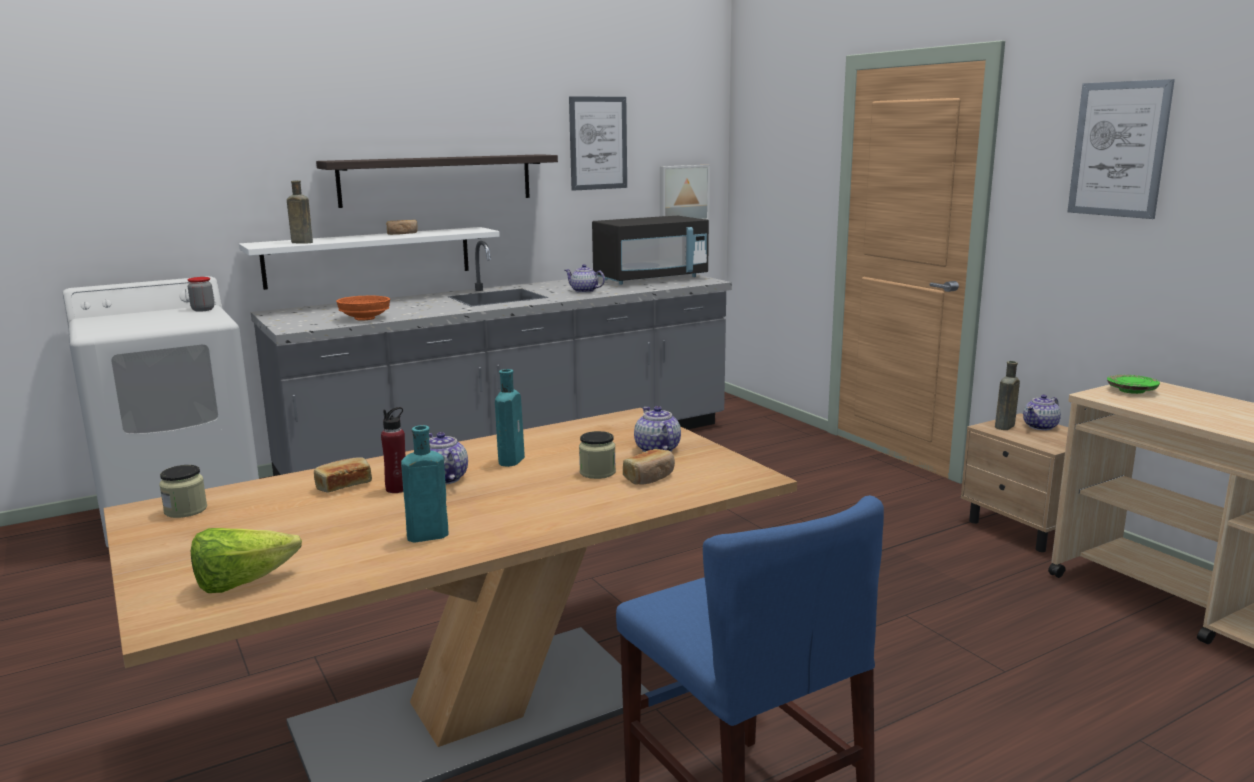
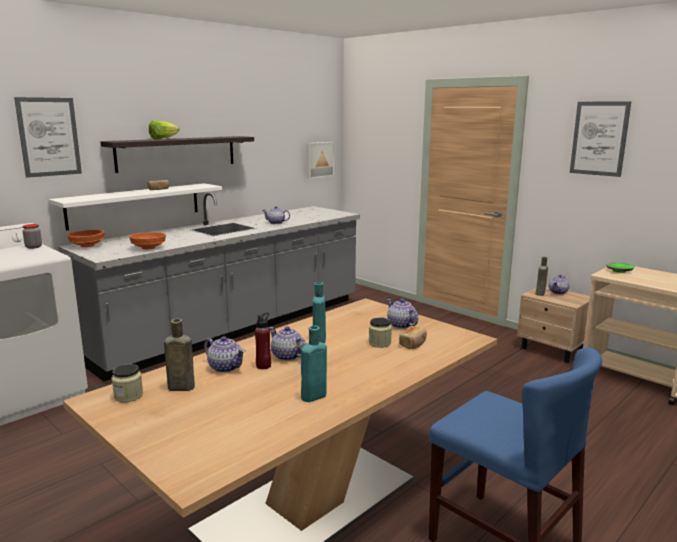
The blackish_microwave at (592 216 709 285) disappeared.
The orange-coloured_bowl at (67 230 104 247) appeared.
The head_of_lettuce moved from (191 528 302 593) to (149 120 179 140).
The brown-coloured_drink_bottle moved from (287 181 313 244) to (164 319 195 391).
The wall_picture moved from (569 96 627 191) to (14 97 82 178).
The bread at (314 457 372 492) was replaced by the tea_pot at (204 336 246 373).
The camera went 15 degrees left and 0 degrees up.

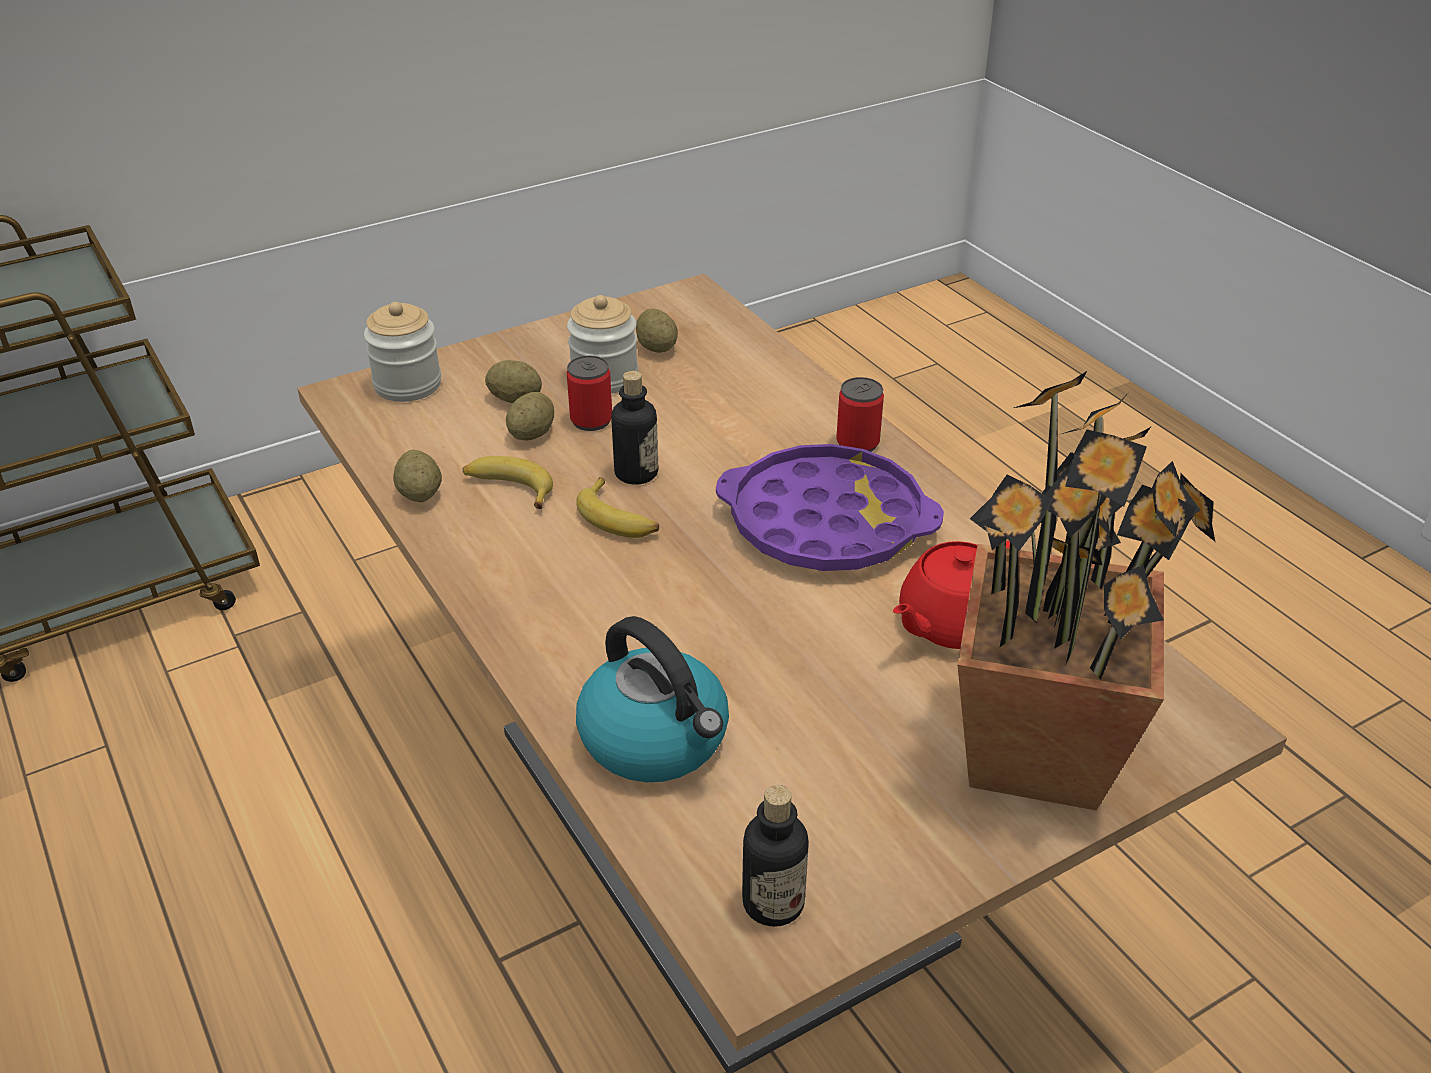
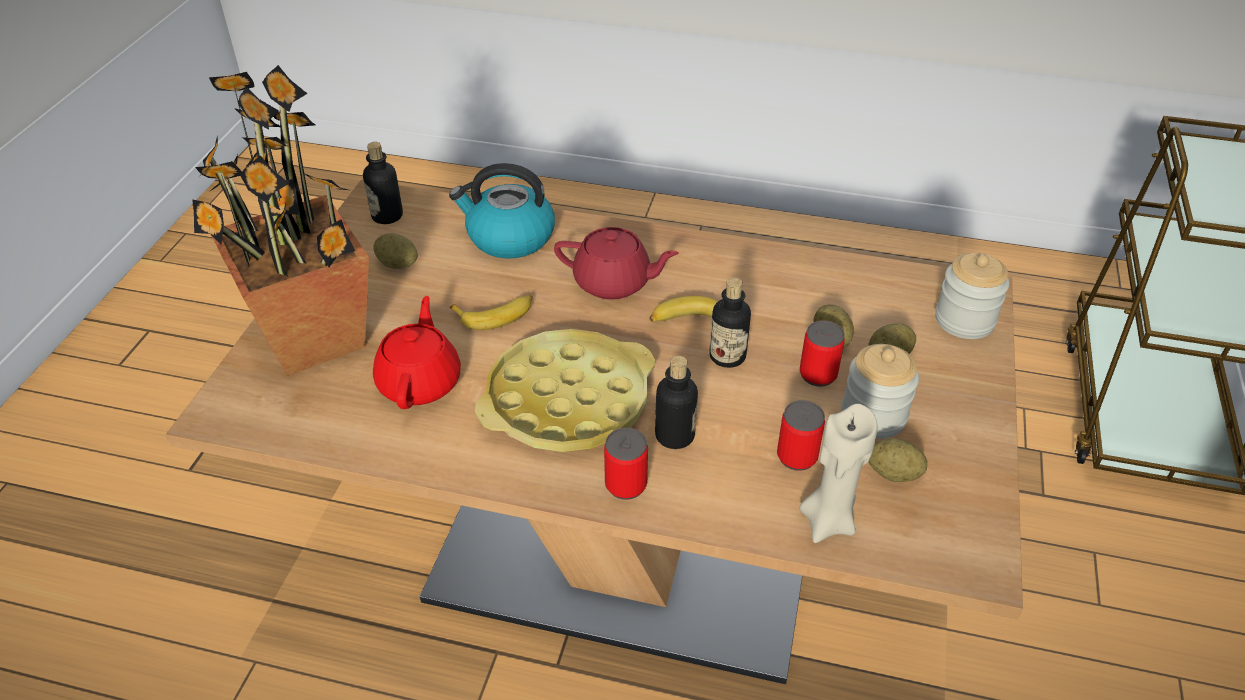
The reddish_tea_pot at (554 227 679 300) appeared.
The drink_bottle at (655 356 698 449) appeared.
The can at (777 400 825 471) appeared.
The sand-coloured_candle at (799 404 877 543) appeared.
The potato moved from (393 450 442 502) to (373 233 418 269).
The whole_banana moved from (463 456 553 509) to (450 295 532 330).
The purple_carrying_tray at (716 444 944 571) became the yellowish_carrying_tray at (475 329 655 452).
The camera went 135 degrees right and 5 degrees up.

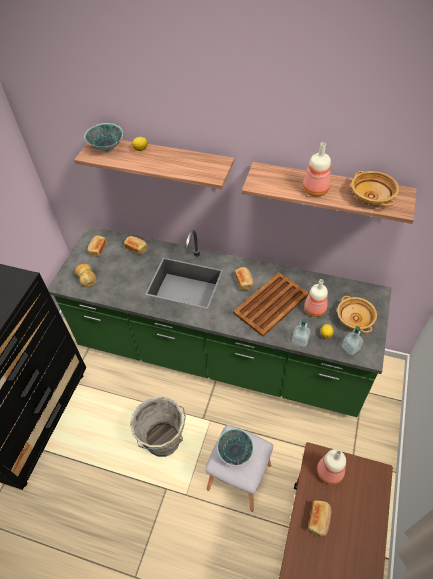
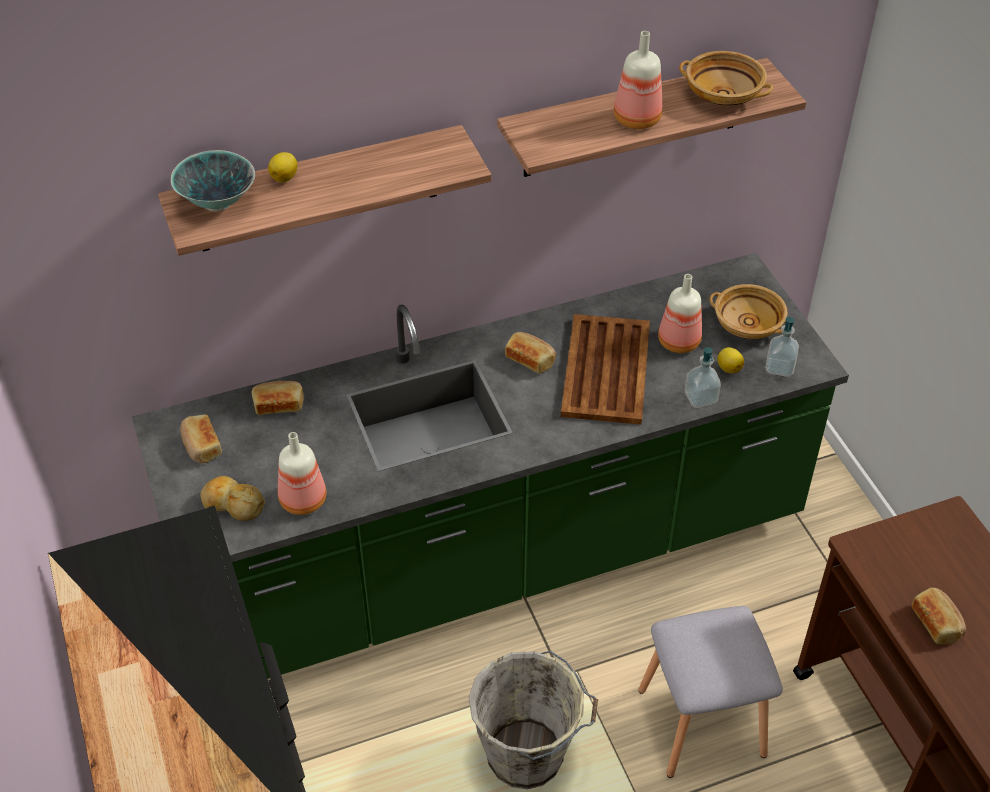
The bowl at (217 428 254 466) disappeared.
The drink_bottle moved from (317 449 346 485) to (278 432 326 515).
The camera went 40 degrees left and 5 degrees down.

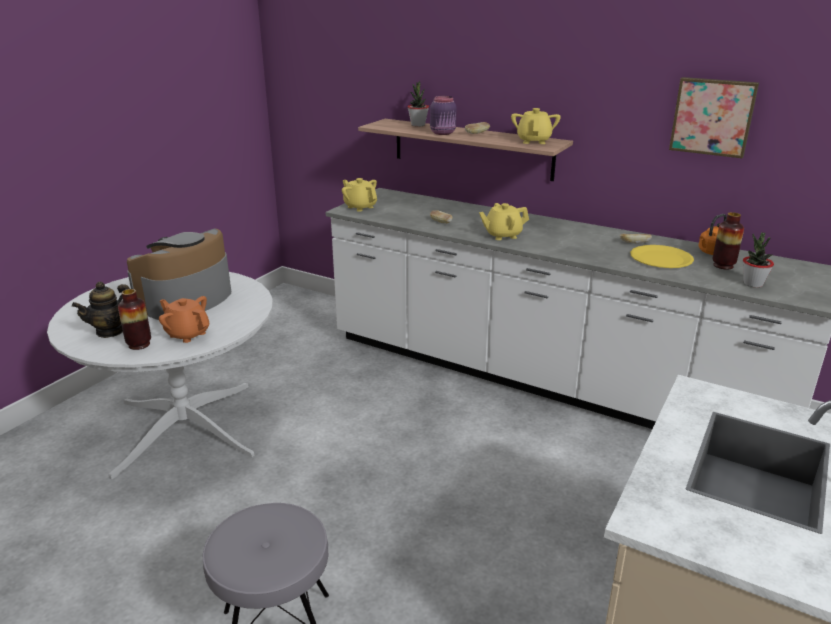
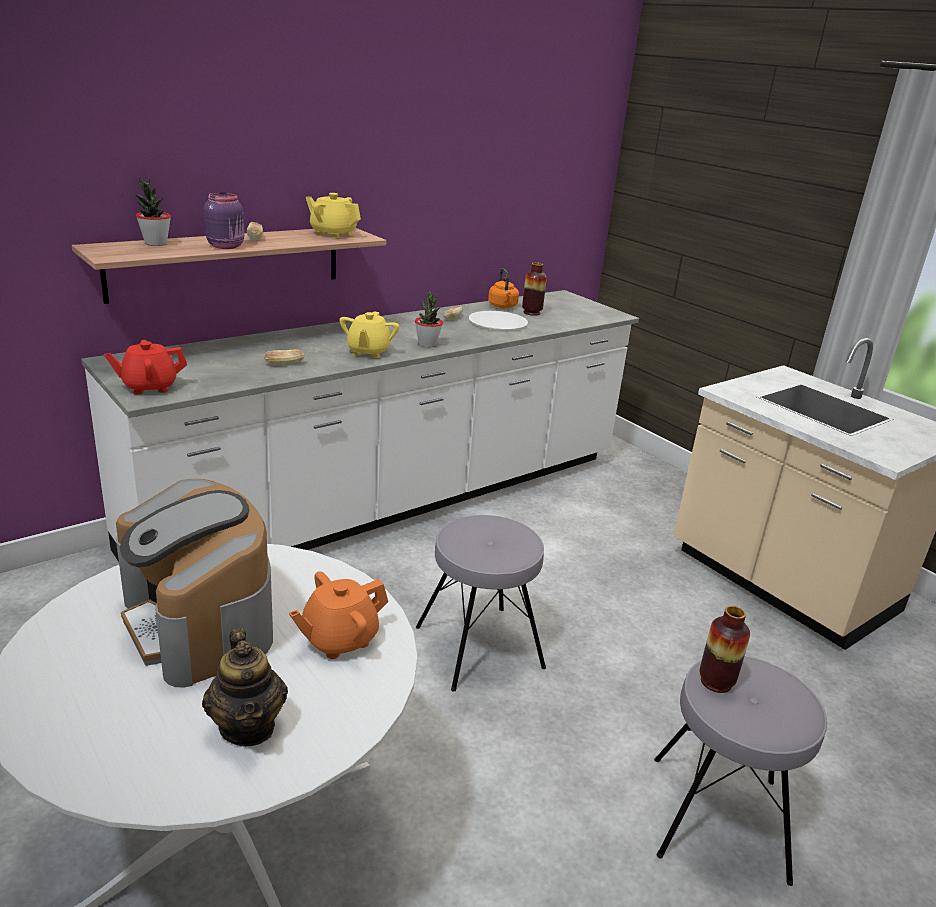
The wall_picture at (669 77 759 158) disappeared.
The greyish_stool_seat at (416 515 546 692) appeared.
The decorative_vase moved from (118 289 151 350) to (699 606 750 693).
The houseplant moved from (743 232 774 288) to (415 292 443 347).
The yellowish_tea_pot at (342 178 377 212) became the reddish_tea_pot at (104 340 187 395).
The yellowish_plate at (630 245 694 268) became the white_plate at (469 311 528 330).
The camera went 70 degrees left and 0 degrees up.

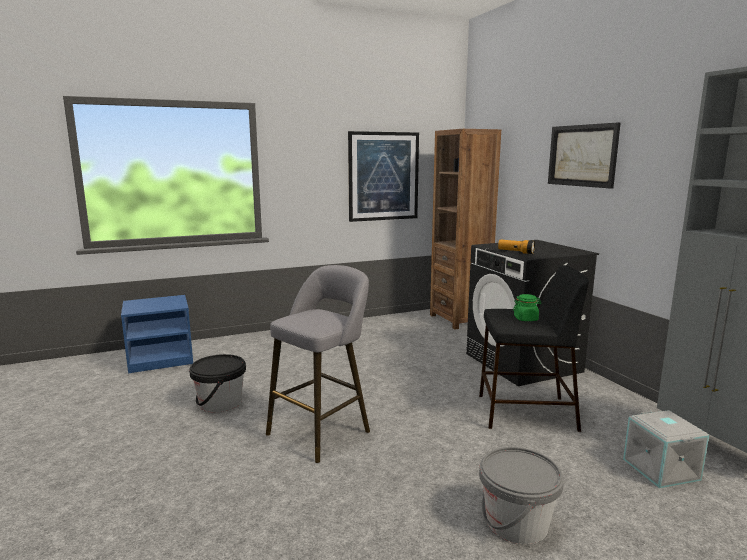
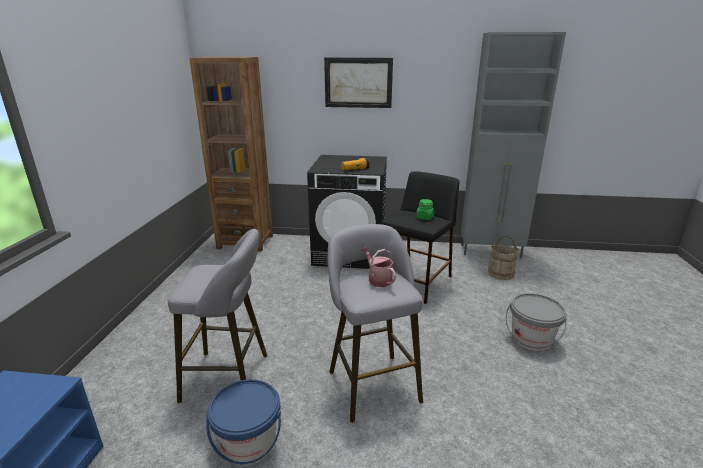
The wall_picture at (348 131 419 222) disappeared.
The greyish_stool_seat at (168 229 267 403) appeared.
The sprinkling_can at (361 246 396 287) appeared.
The greyish_storage_bin at (623 410 709 488) was replaced by the sand-coloured_pail at (488 235 520 280).
The blackish_pail at (189 354 246 412) became the blue-coloured_pail at (206 379 281 466).
The camera went 60 degrees left and 10 degrees up.

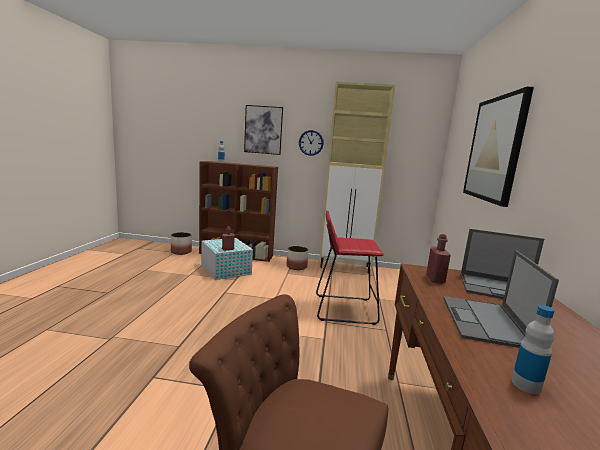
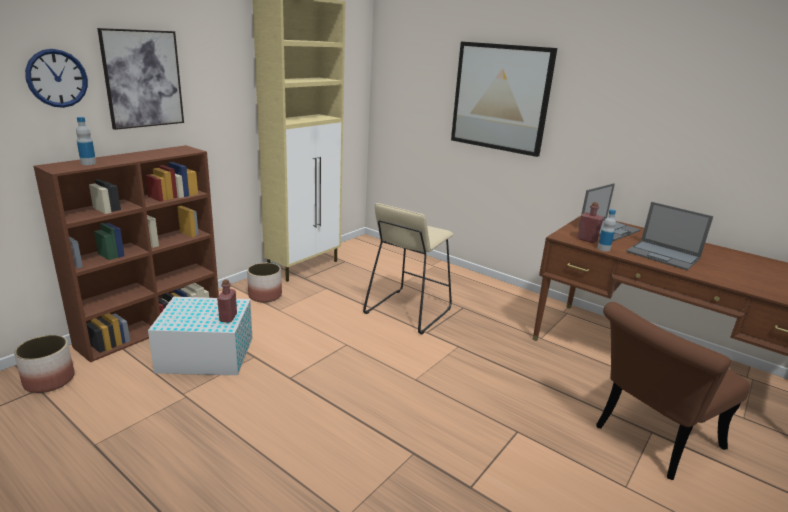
The wall_clock moved from (299 130 324 156) to (25 49 88 108).
The drink_bottle moved from (512 305 555 394) to (597 209 616 251).
The reddish_stool_seat at (316 211 384 325) became the sand-coloured_stool_seat at (363 203 453 334).
The camera went 60 degrees left and 10 degrees up.

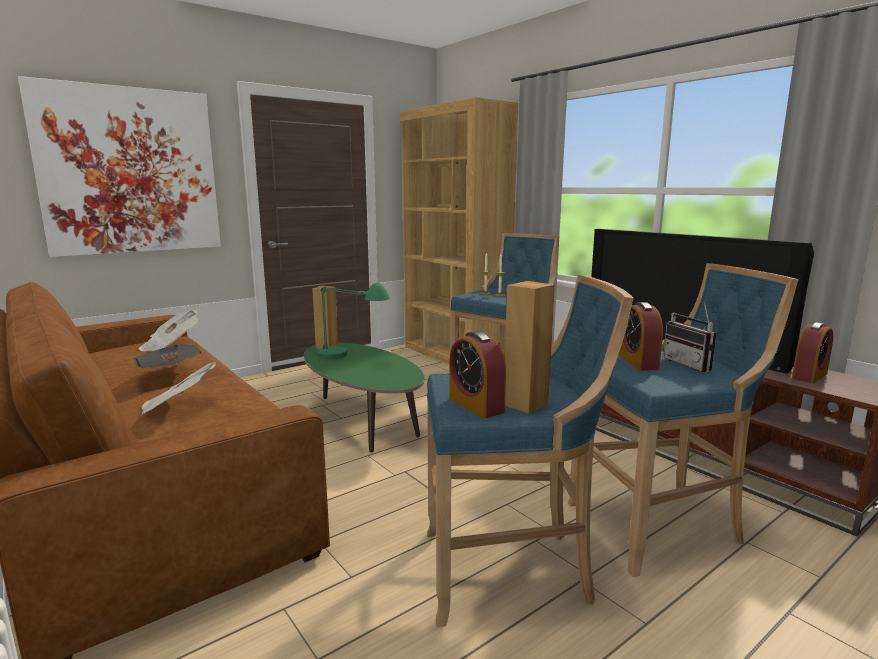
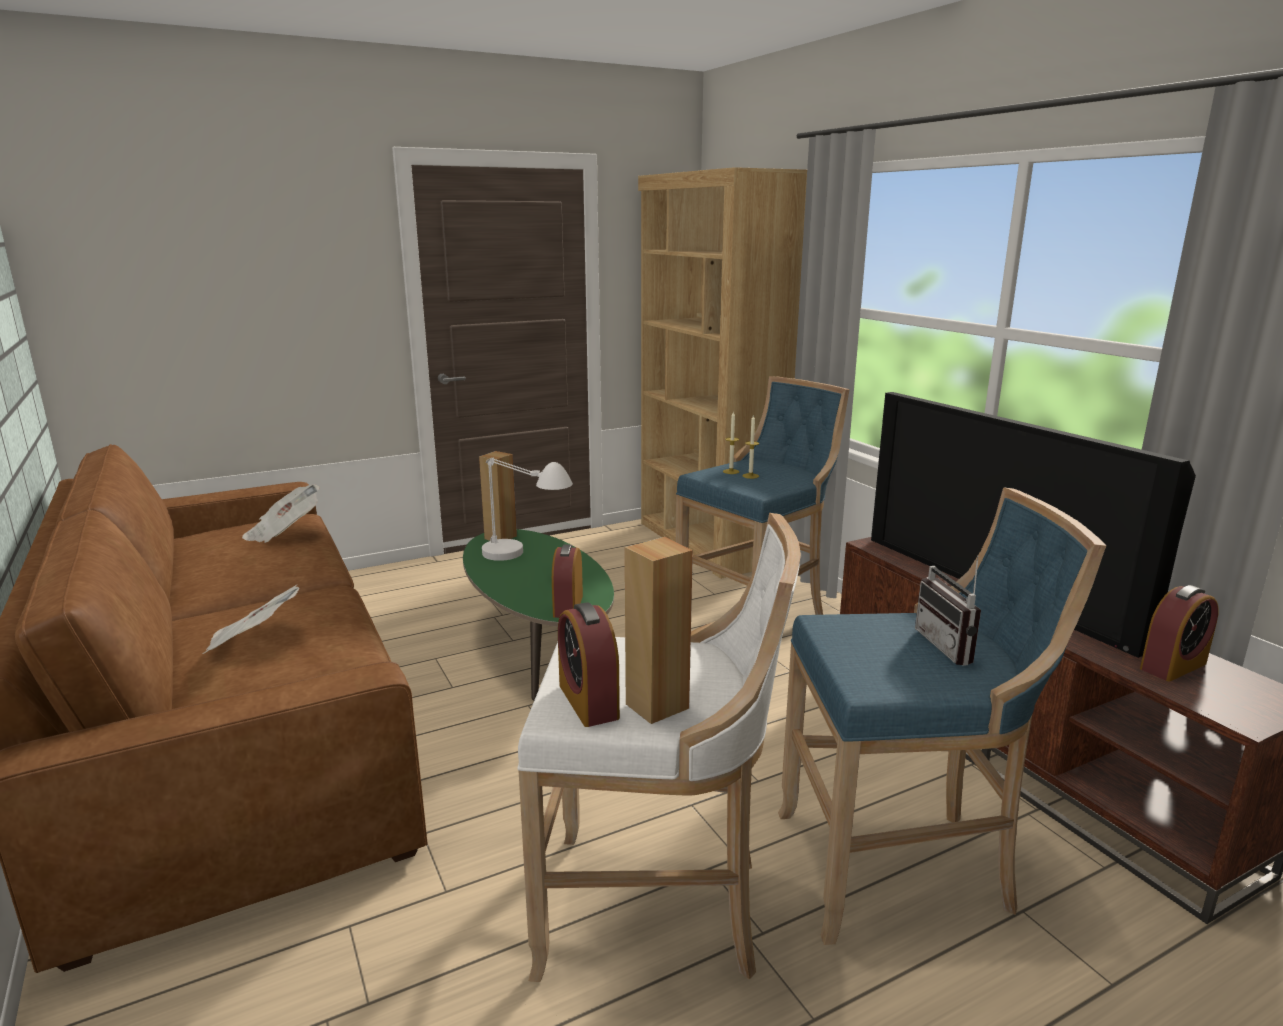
The wall_picture at (18 76 221 257) disappeared.
The newspaper at (133 345 201 368) disappeared.
The bedside_clock moved from (619 302 663 370) to (552 545 583 618).
The greenish_tabletop_lamp at (318 283 390 360) became the white_tabletop_lamp at (482 458 573 561).
The blue-coloured_stool_seat at (427 275 634 627) became the white_stool_seat at (517 513 801 982).
The camera went 10 degrees right and 5 degrees up.

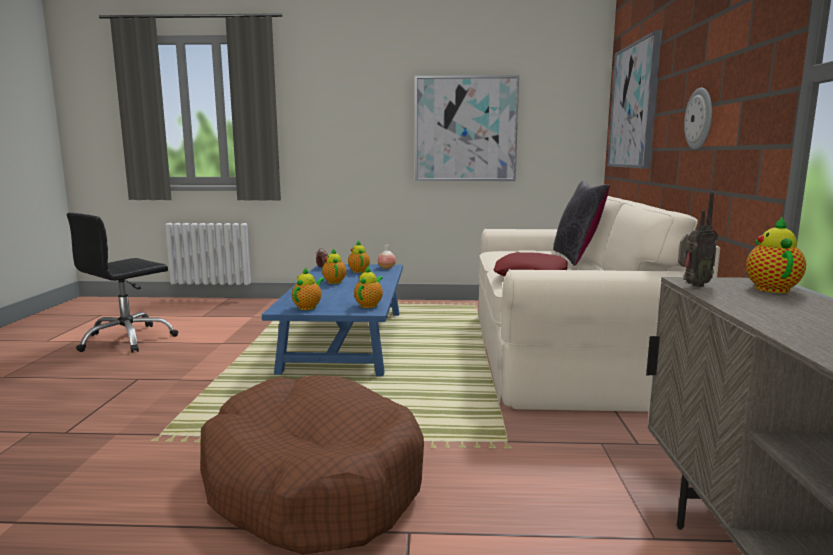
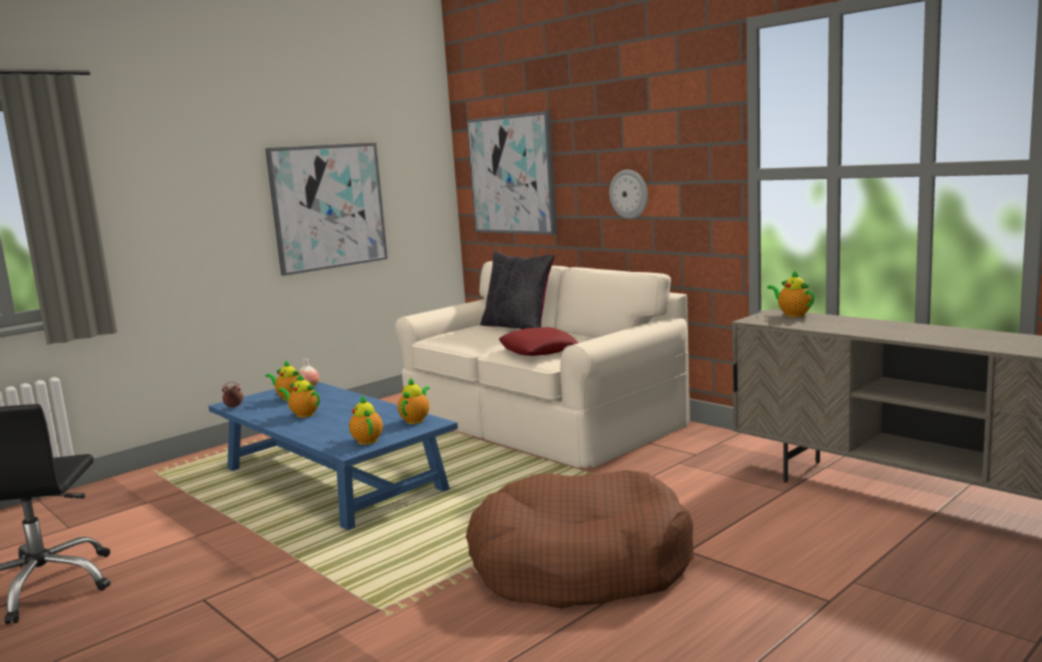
The radio at (678 192 718 287) disappeared.
The tea_pot at (354 266 383 308) turned 45 degrees clockwise.
The camera went 45 degrees left and 0 degrees up.

